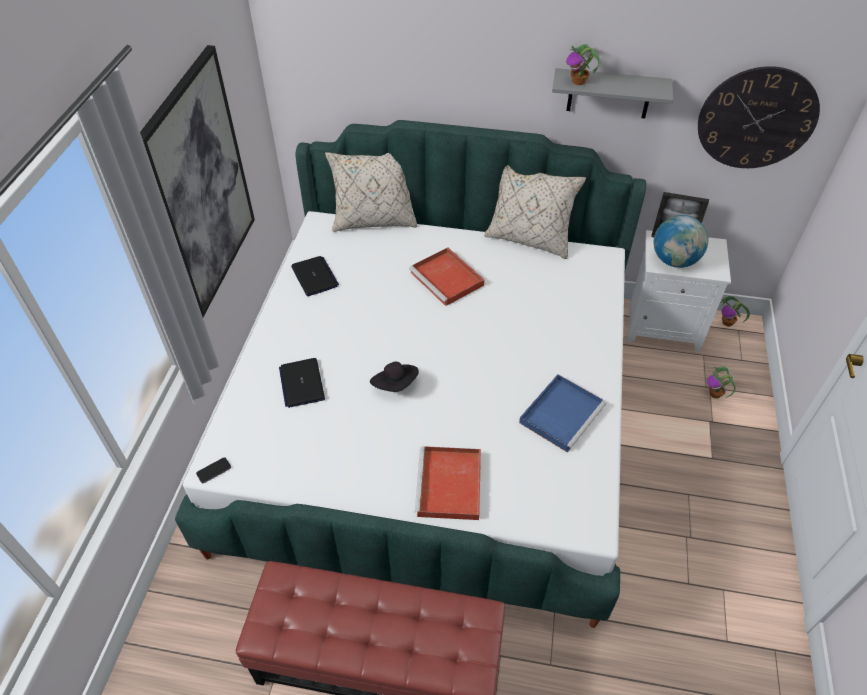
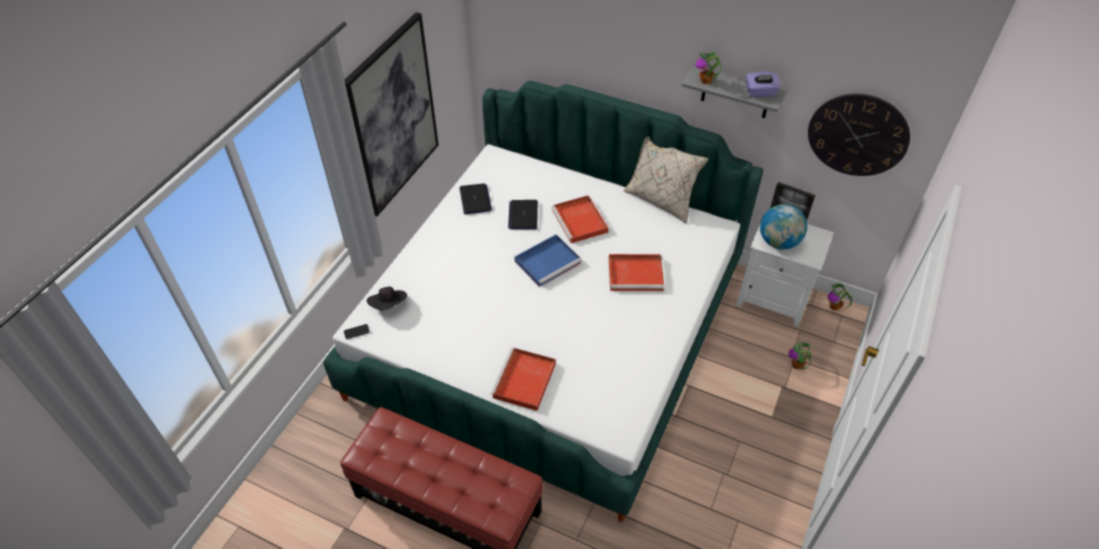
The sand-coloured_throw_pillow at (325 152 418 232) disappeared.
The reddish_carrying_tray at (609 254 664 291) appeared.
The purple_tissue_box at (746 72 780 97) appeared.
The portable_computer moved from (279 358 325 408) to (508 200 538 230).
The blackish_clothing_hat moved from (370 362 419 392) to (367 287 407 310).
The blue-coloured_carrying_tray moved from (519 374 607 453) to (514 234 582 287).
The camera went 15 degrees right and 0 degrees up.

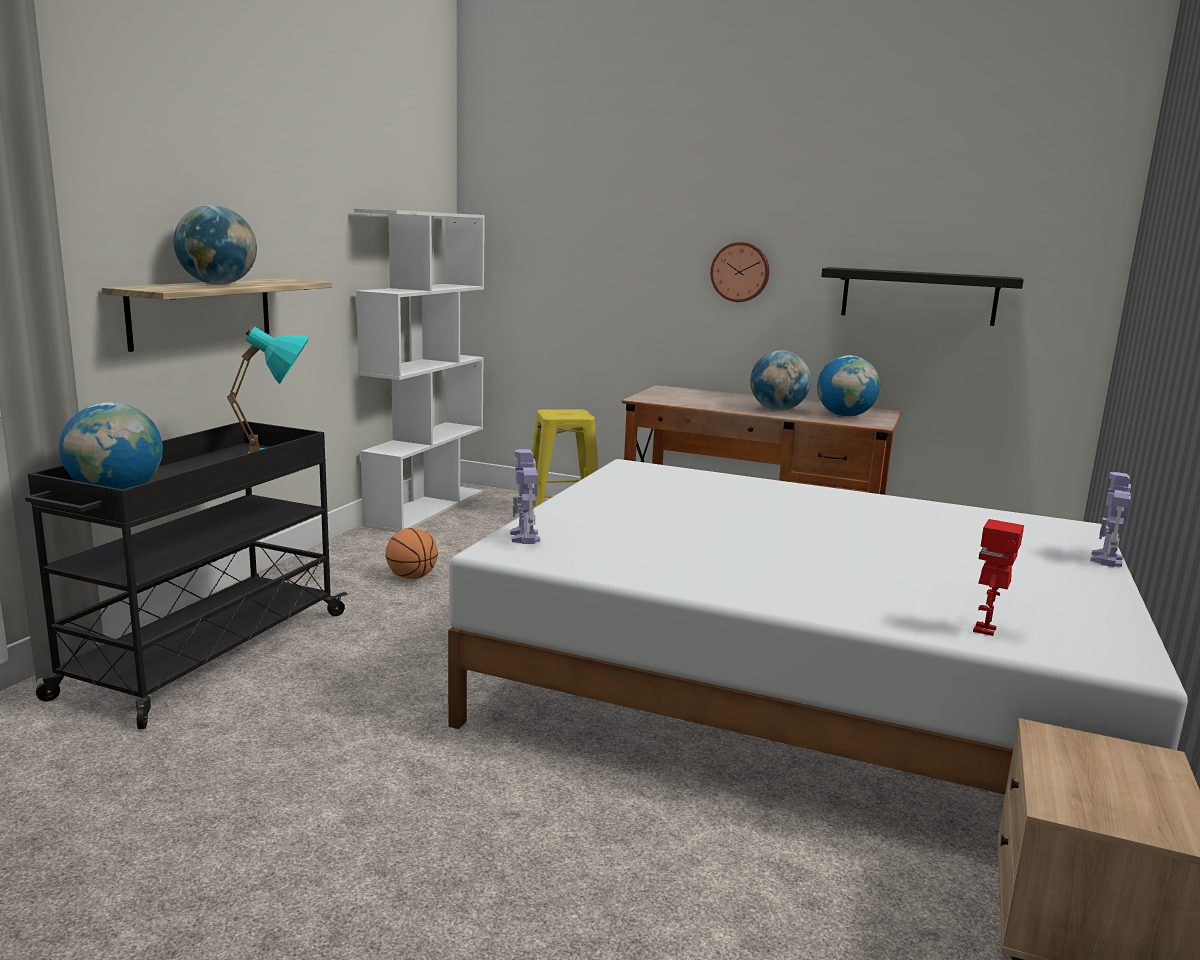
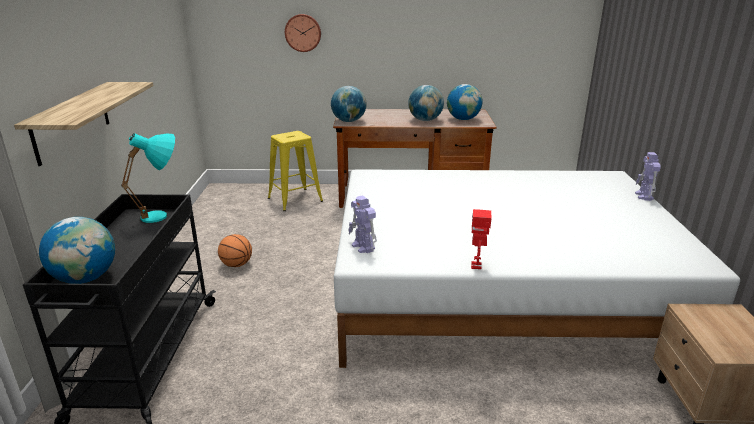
The white_bookshelf at (354 209 485 533) disappeared.
The blackish_bracket_shelf at (821 267 1024 326) disappeared.
The desk_globe moved from (173 205 257 285) to (331 86 367 122).
The wall_clock moved from (710 242 769 302) to (285 14 321 52).
The robot_figure moved from (973 519 1024 636) to (471 209 491 269).
The camera went 20 degrees left and 10 degrees up.

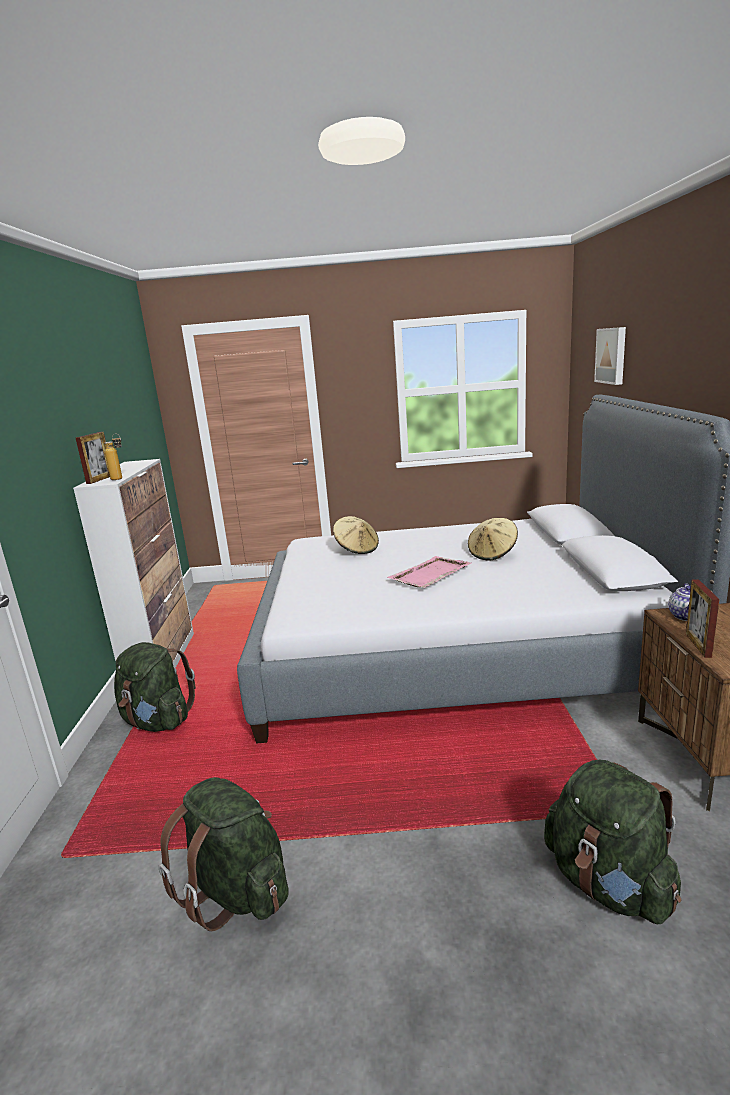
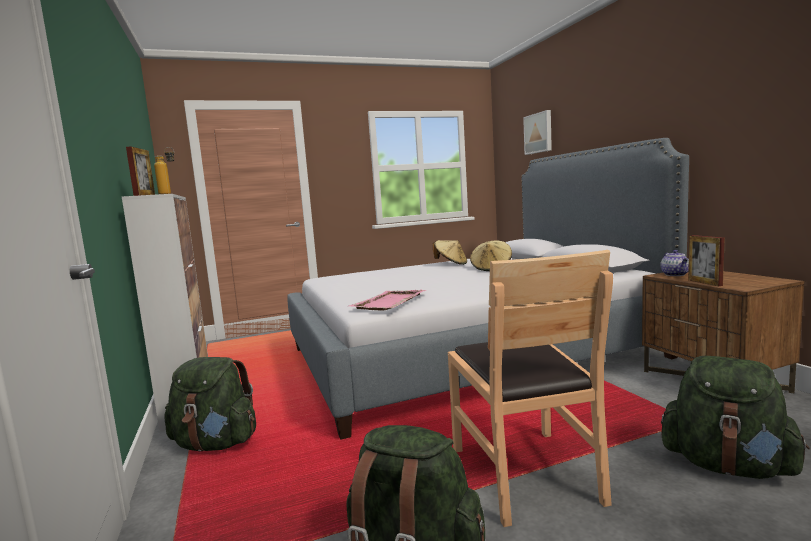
The brown-coloured_plain_chair at (448 250 613 527) appeared.
The sand-coloured_clothing_hat moved from (333 516 379 554) to (433 240 467 265).
The pink_carrying_tray moved from (387 556 471 588) to (349 290 426 310).
The camera went 20 degrees left and 10 degrees down.

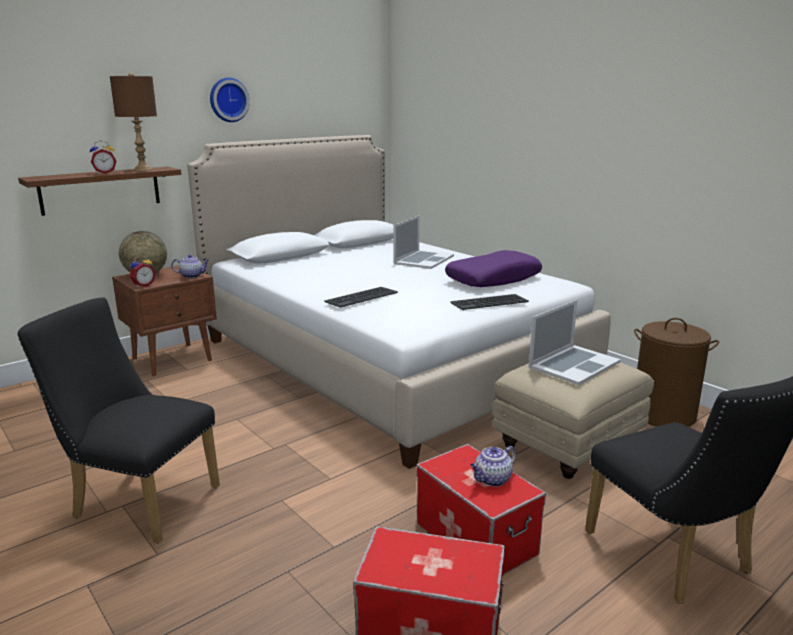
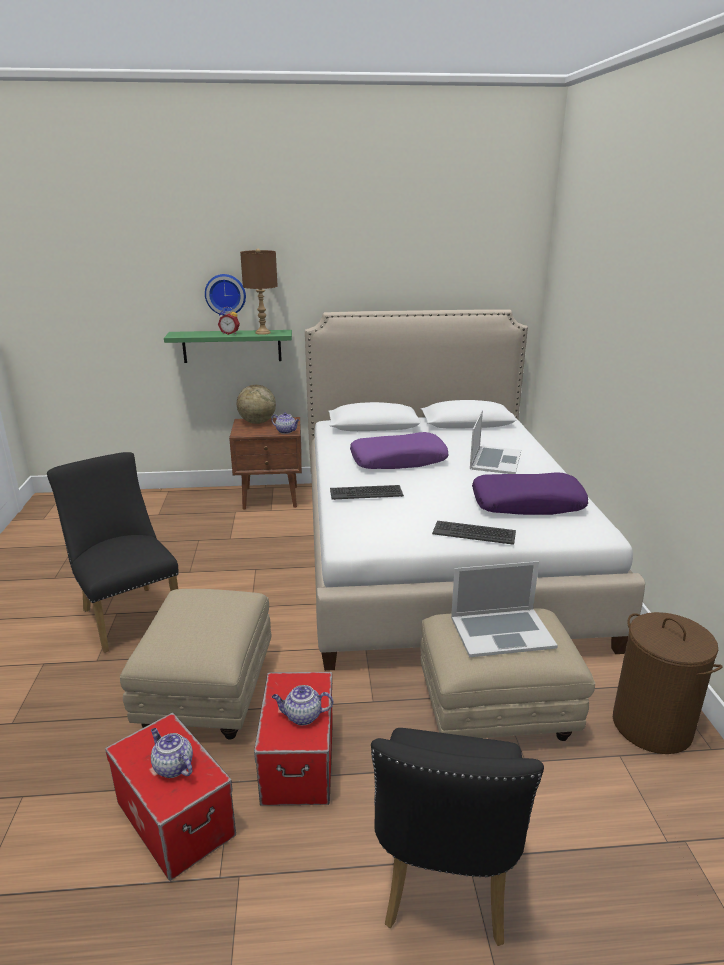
The bedside_clock at (129 255 156 288) disappeared.
The sand-coloured_pouffe at (120 589 271 739) appeared.
The tea_pot at (151 728 193 778) appeared.
The purple_throw_pillow at (350 432 448 469) appeared.
The wall_clock moved from (210 78 250 122) to (205 274 246 316).
The brown-coloured_bracket_shelf at (18 167 181 216) became the greenish_bracket_shelf at (164 330 292 363).
The portable_computer at (394 215 454 269) turned 45 degrees counterclockwise.
The camera went 35 degrees right and 5 degrees up.

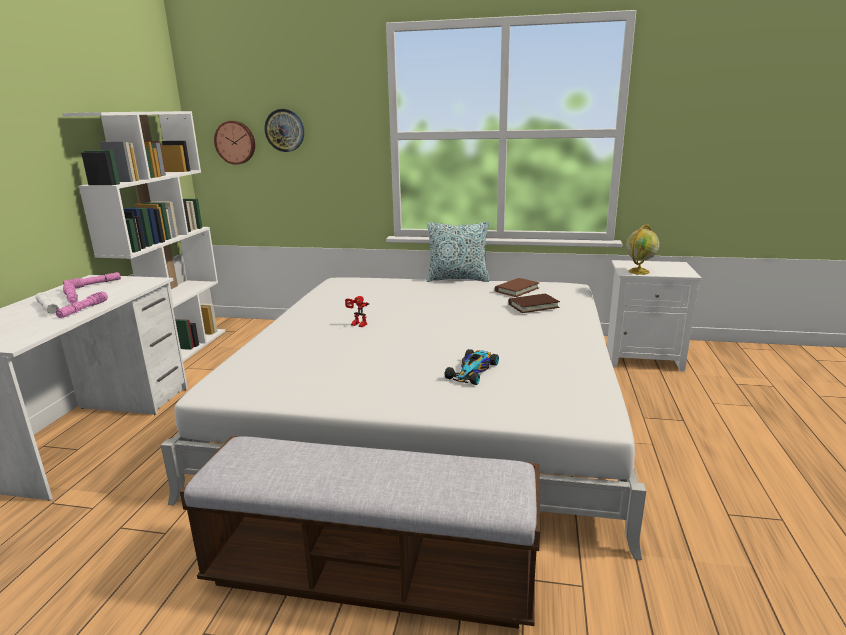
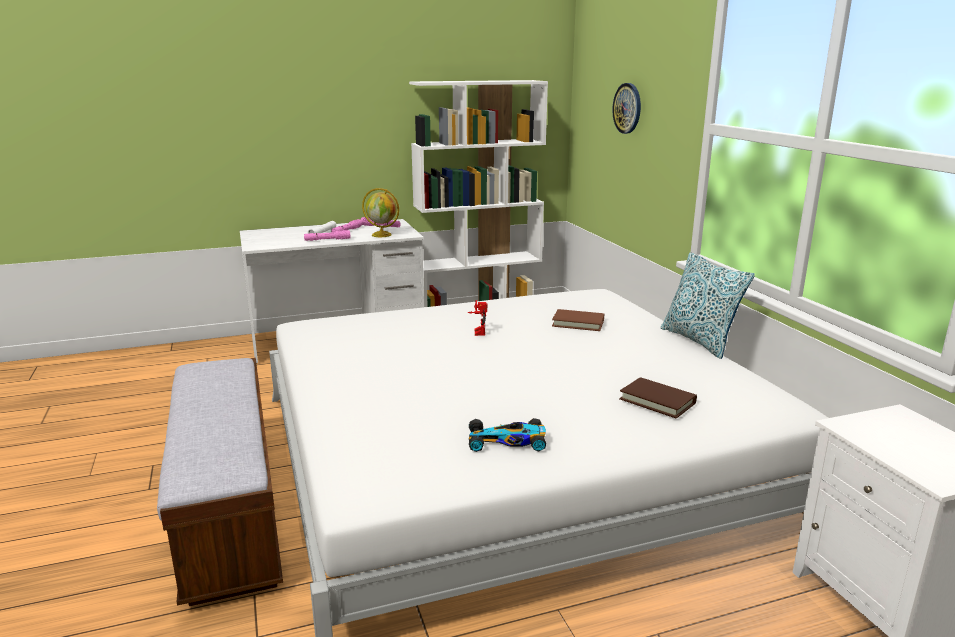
The wall_clock at (214 121 255 165) disappeared.
The model_car moved from (445 349 499 385) to (469 418 546 452).
The brown-coloured_book moved from (495 278 539 297) to (552 309 604 331).
The desk_globe moved from (626 224 660 275) to (362 188 399 237).
The camera went 60 degrees right and 0 degrees up.

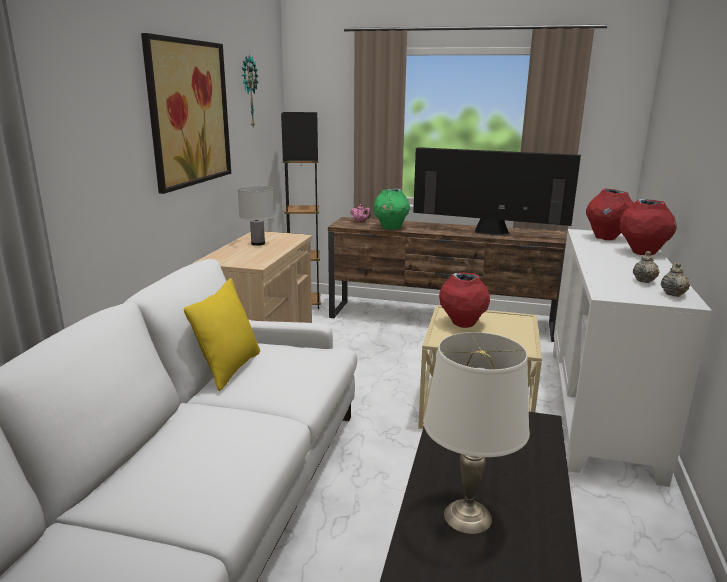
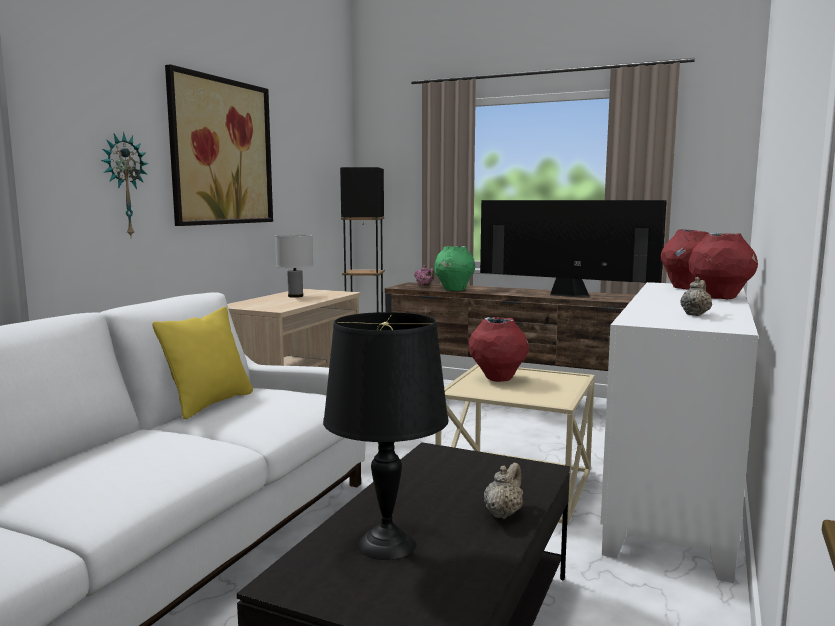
The wall_clock moved from (242 54 258 127) to (101 132 148 239).
The sand-coloured_tea_pot moved from (661 262 690 297) to (484 463 523 519).
The white_tabletop_lamp at (424 332 530 534) became the blackish_tabletop_lamp at (323 312 449 560).
The camera went 10 degrees right and 10 degrees down.

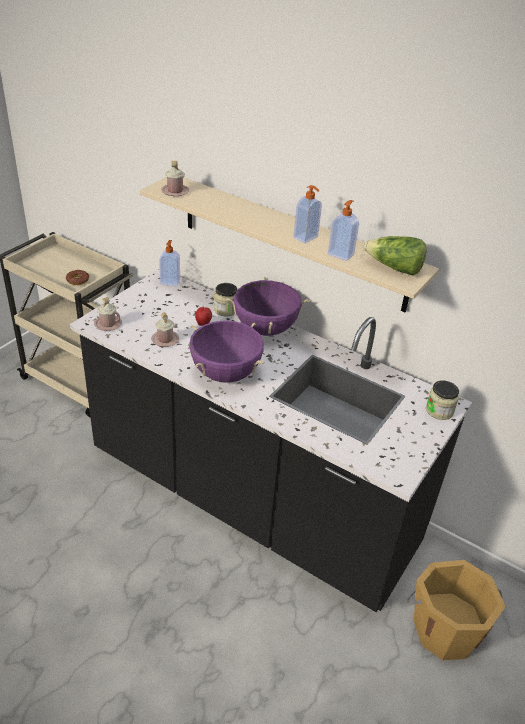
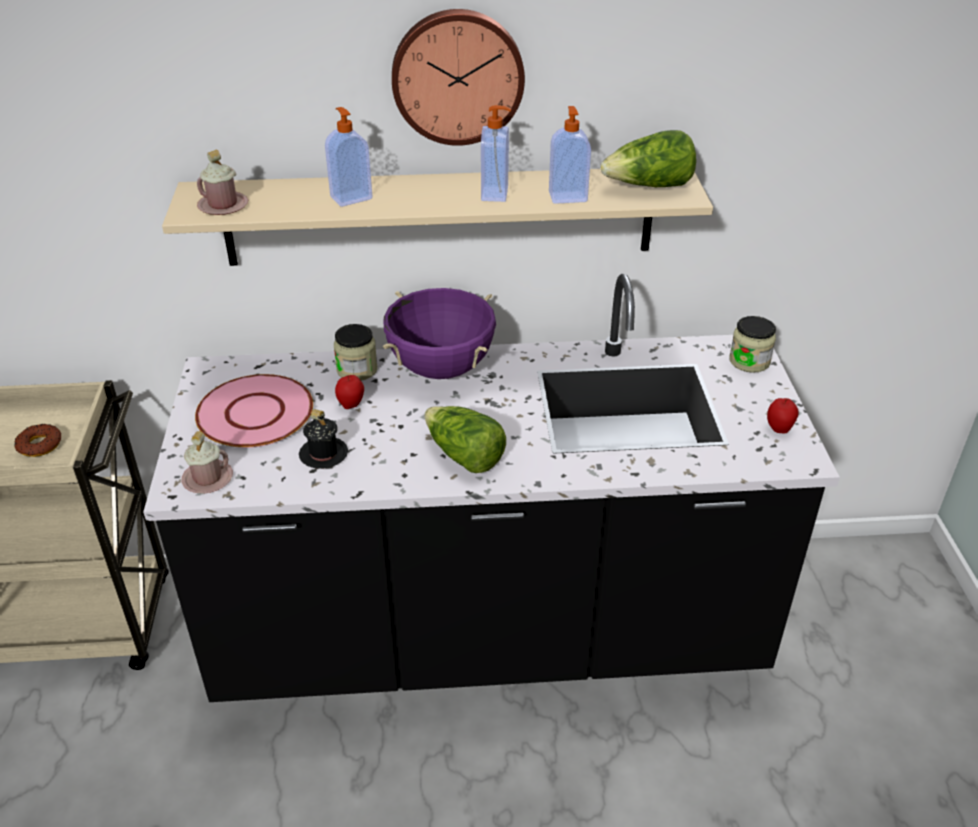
The orange-coloured_pail at (406 560 506 660) disappeared.
The pink_plate at (195 374 313 448) appeared.
The wall_clock at (392 9 525 146) appeared.
The apple_fruit at (767 398 799 433) appeared.
The soap_dispenser moved from (159 240 180 286) to (325 107 373 207).
The purple_cooking_pot at (189 321 264 383) was replaced by the head_of_lettuce at (424 406 506 473).
The pink_tea_mug at (151 312 179 347) became the blackish_tea_mug at (299 409 348 469).
The camera went 35 degrees left and 0 degrees up.

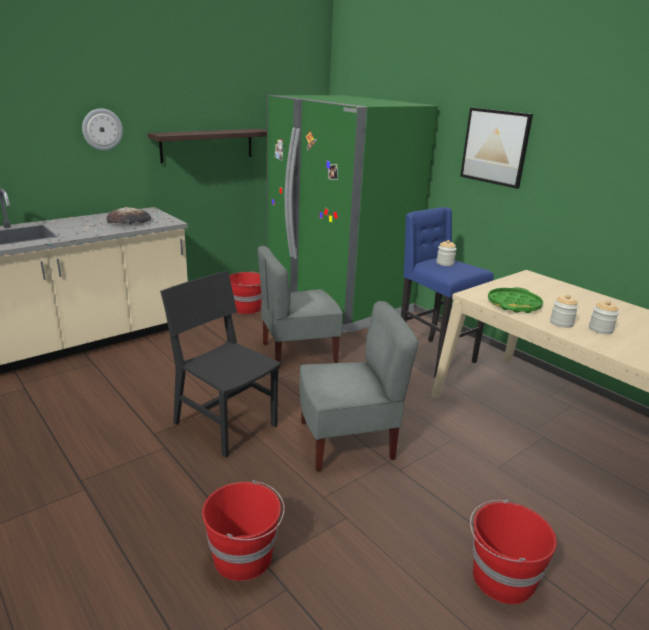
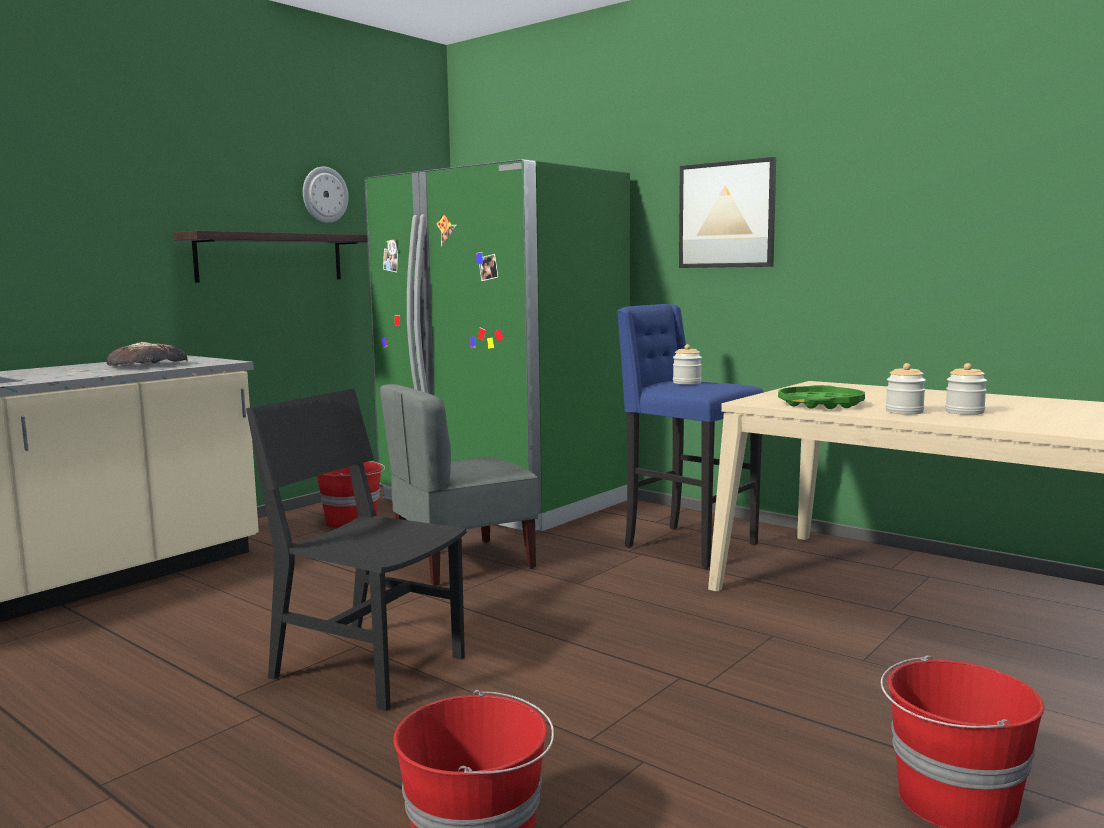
The greyish_plain_chair at (299 301 419 472) disappeared.
The wall_clock moved from (82 108 123 150) to (303 166 349 223).
The camera went 10 degrees left and 15 degrees down.

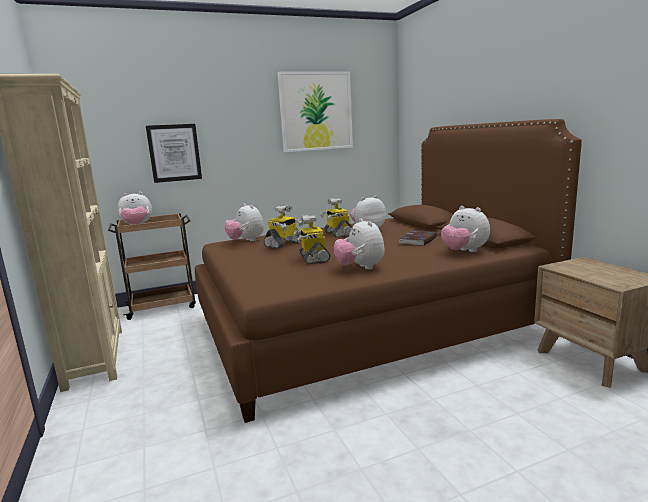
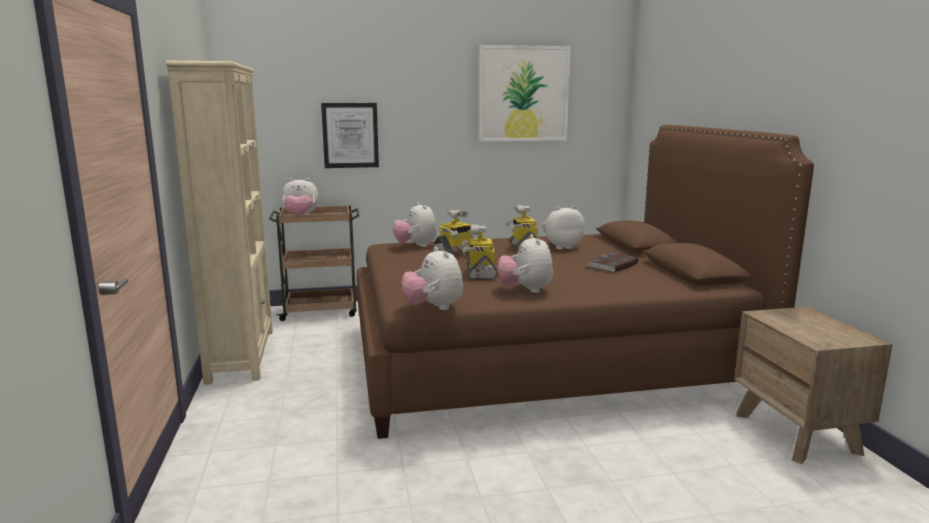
The plush_toy moved from (441 206 490 252) to (401 247 463 310).
The camera went 10 degrees right and 0 degrees up.

